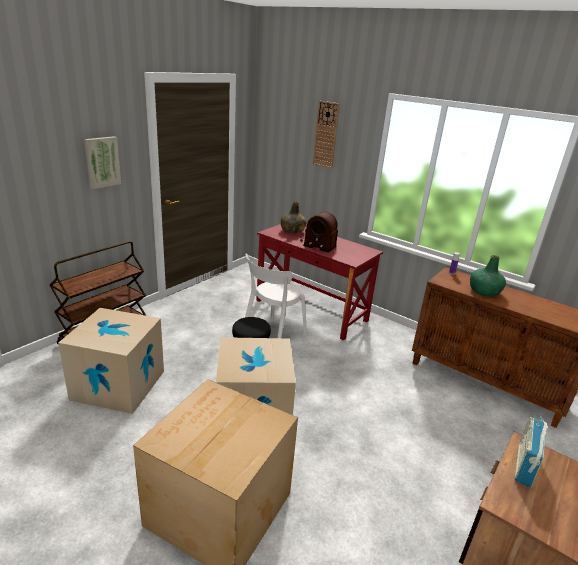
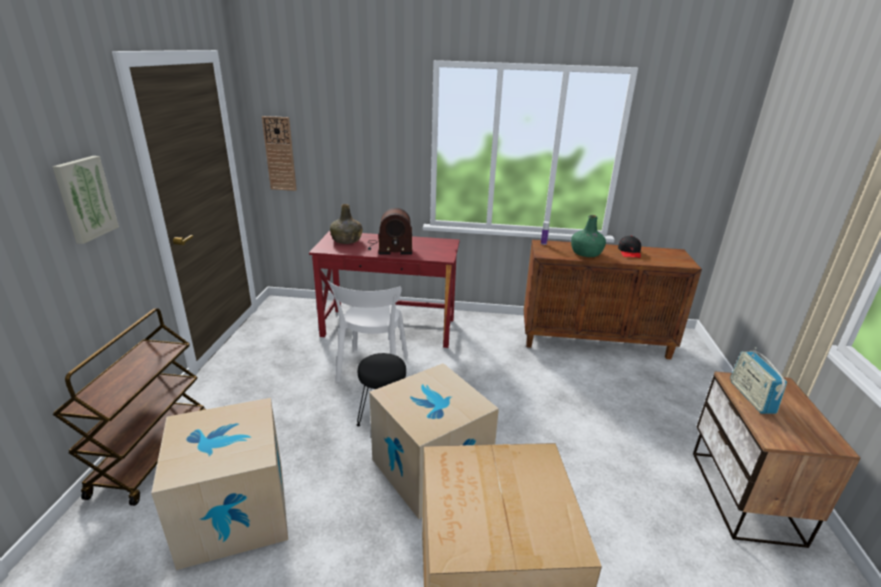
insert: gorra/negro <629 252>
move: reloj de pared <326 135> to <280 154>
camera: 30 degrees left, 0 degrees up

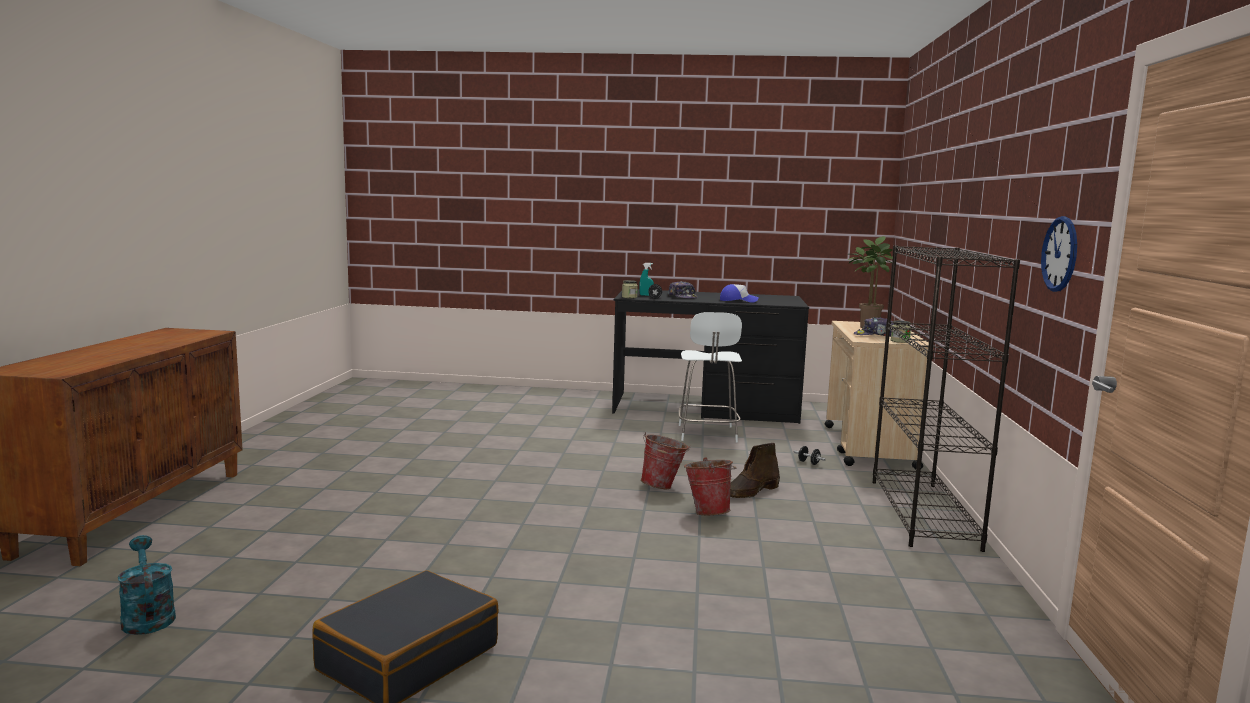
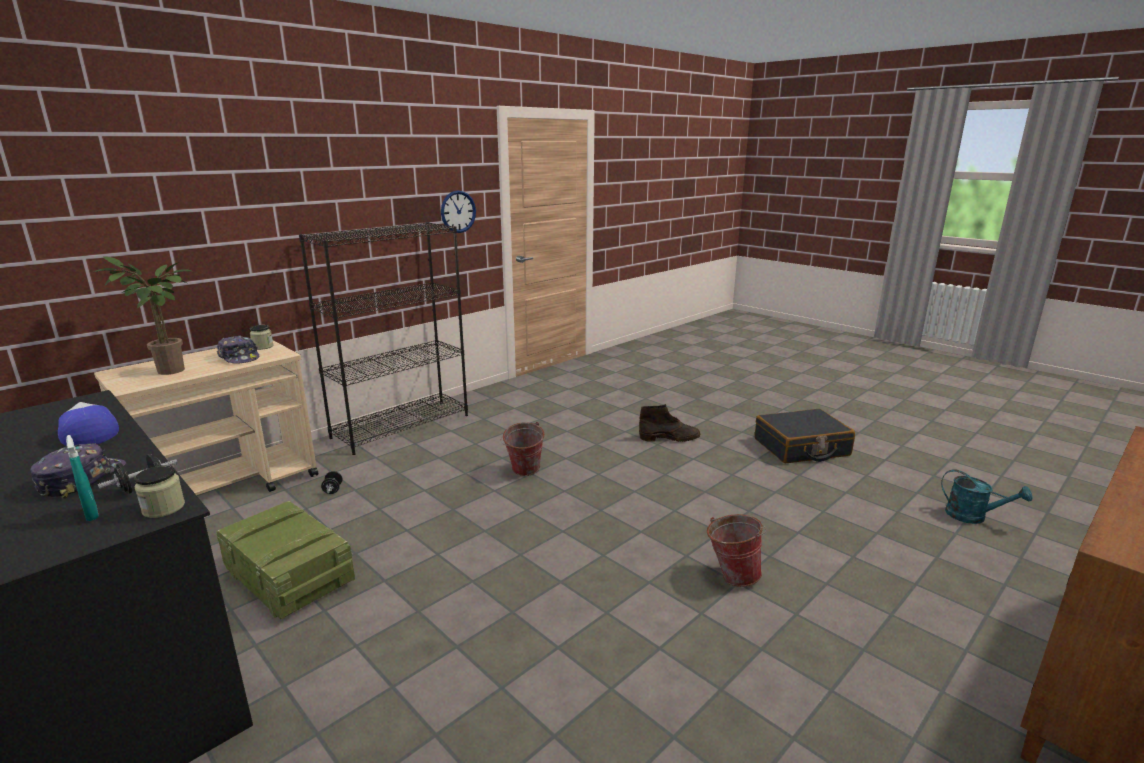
move: cubo <664 486> to <731 575>; bota/marrón <750 492> to <670 438>
replace: silla/blanco <707 434> to caja de embalaje <290 578>
rotate: regadera/turquesa <147 616> = <973 516> 60 degrees counterclockwise
camera: 140 degrees left, 10 degrees up

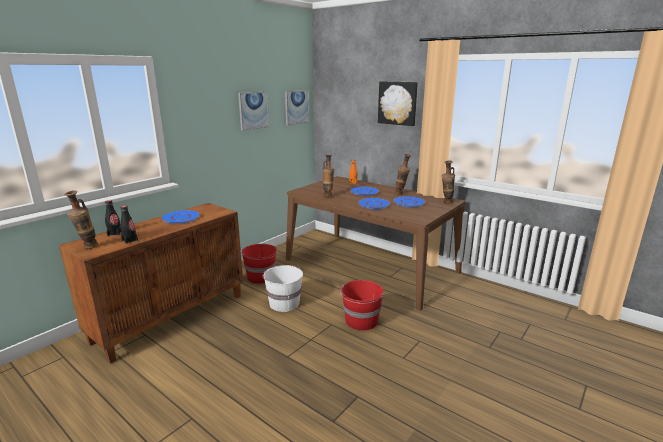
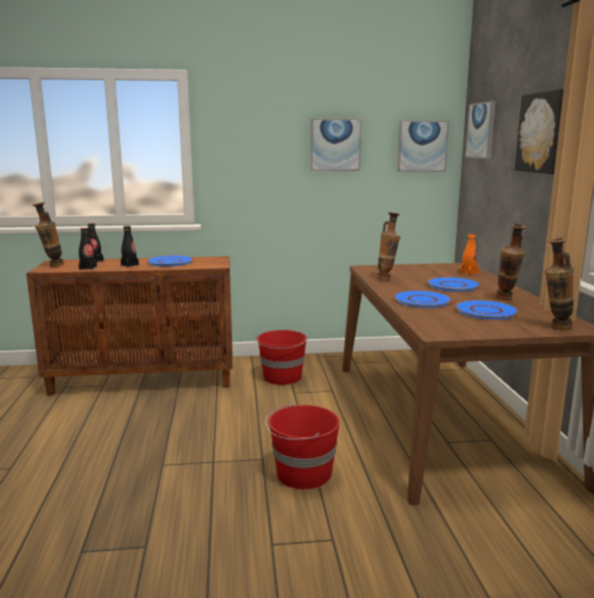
delete: cubo/blanco <284 303>
insert: cuadro <481 130>; botella/negro <130 265>
camera: 45 degrees right, 5 degrees down

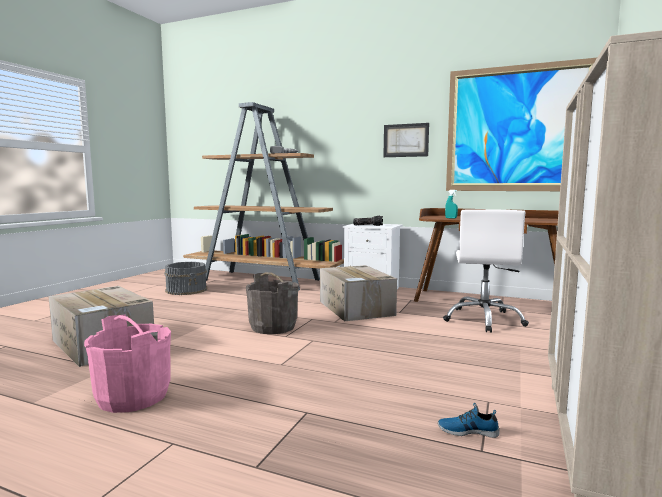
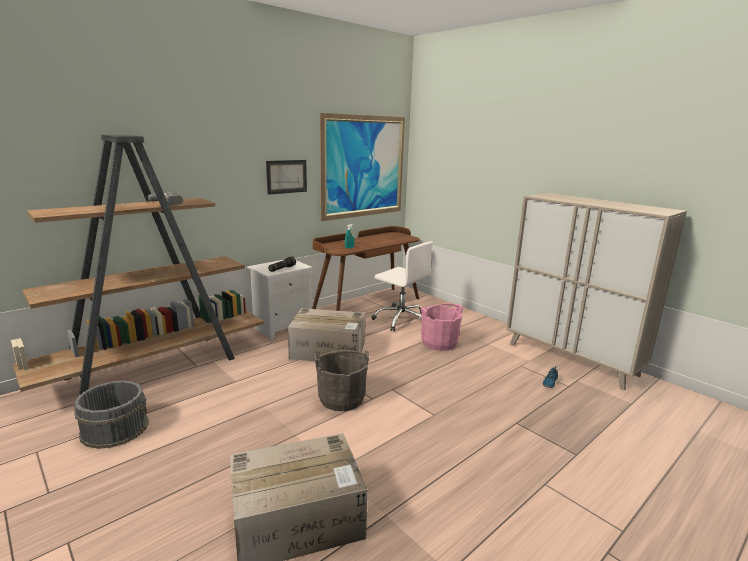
move: cubo/rosa <133 396> to <439 343>
camera: 65 degrees left, 10 degrees up

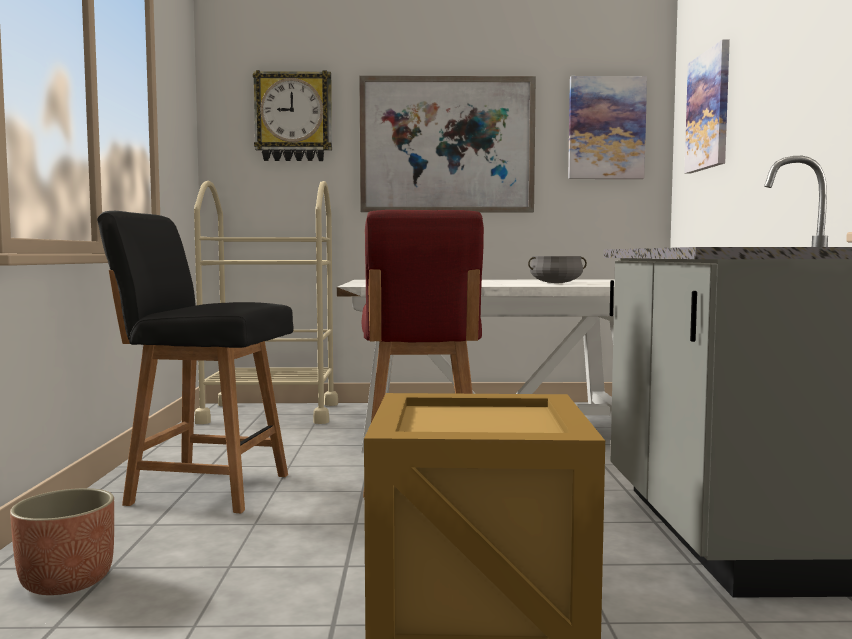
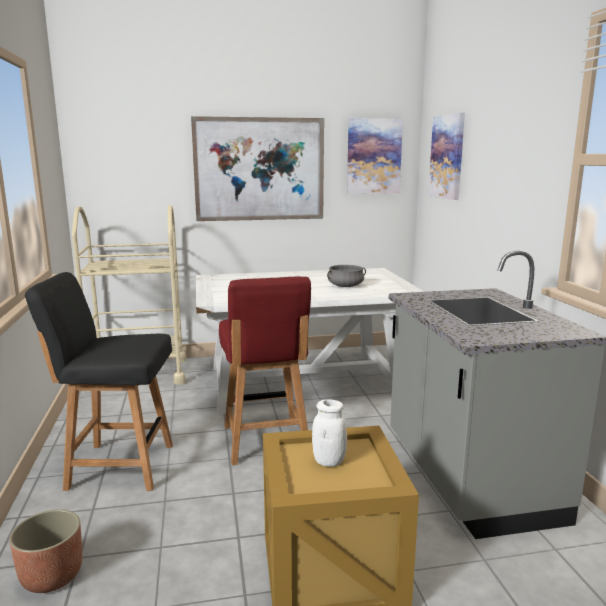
delete: reloj de pared <293 117>
insert: tarro/blanco <329 461>
camera: 10 degrees left, 10 degrees up

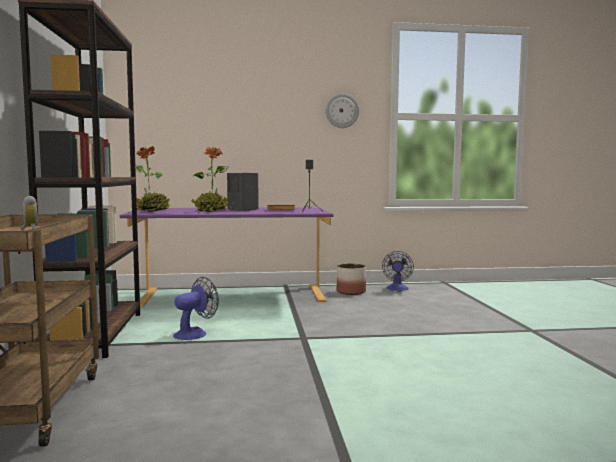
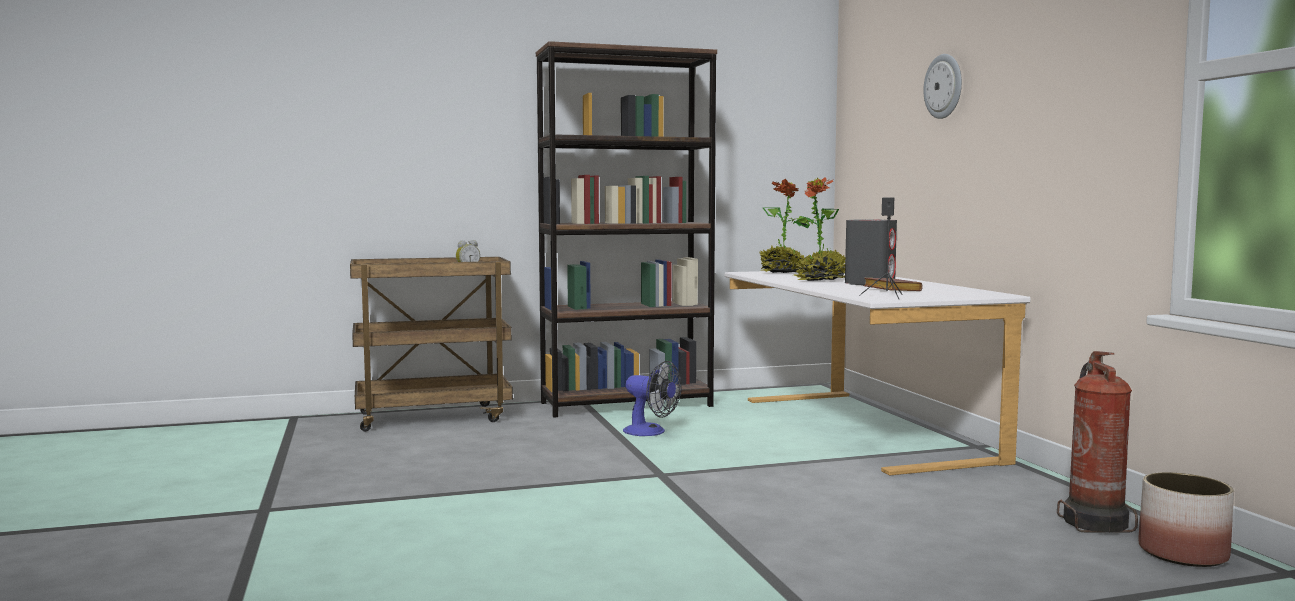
move: reloj de pared <342 111> to <944 86>; maceta <350 292> to <1183 553>
replace: ventilador <397 289> to extintor <1094 523>
recolor: escritorio/morado <232 296> to escritorio/blanco <853 428>
camera: 80 degrees right, 0 degrees up

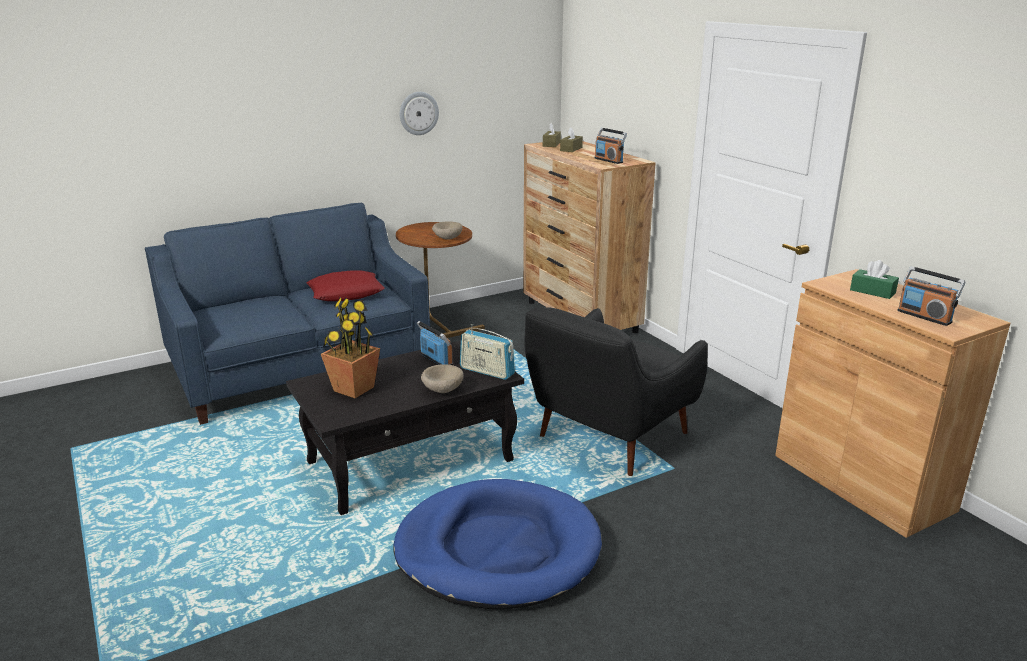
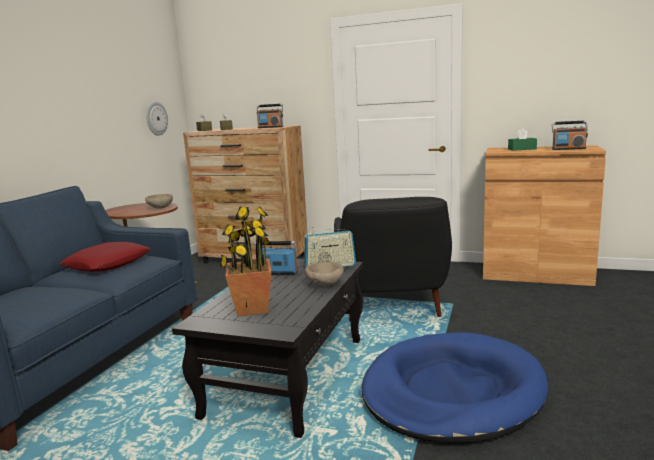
move: reloj de pared <418 113> to <156 118>
camera: 40 degrees left, 10 degrees down

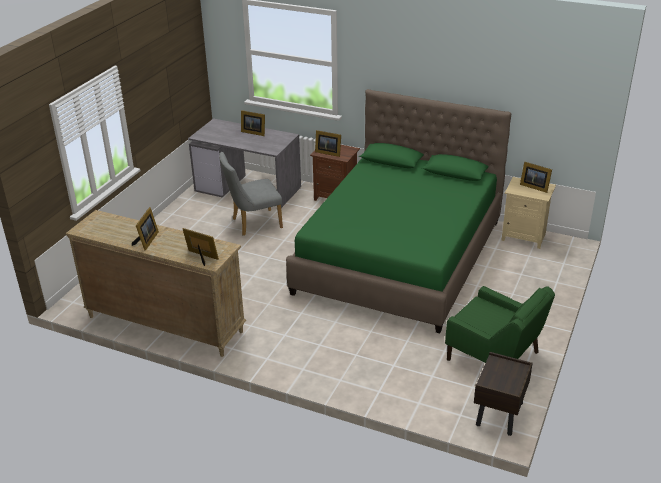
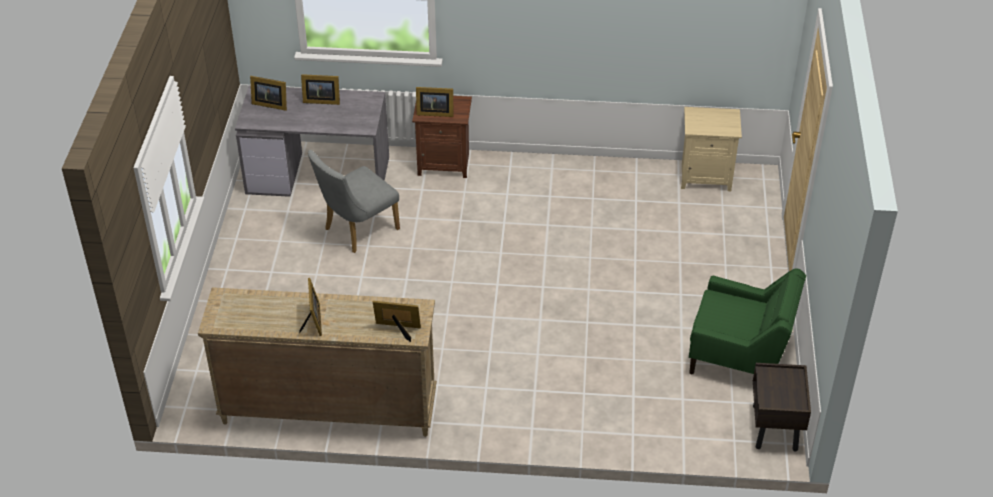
delete: cama/verde <400 257>
move: portarretratos <534 186> to <269 104>
camera: 20 degrees left, 10 degrees up

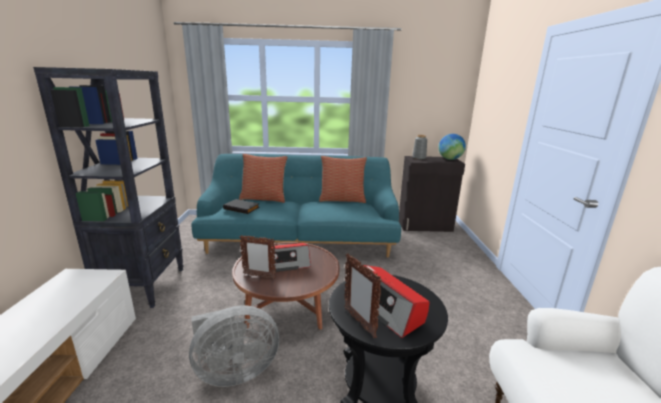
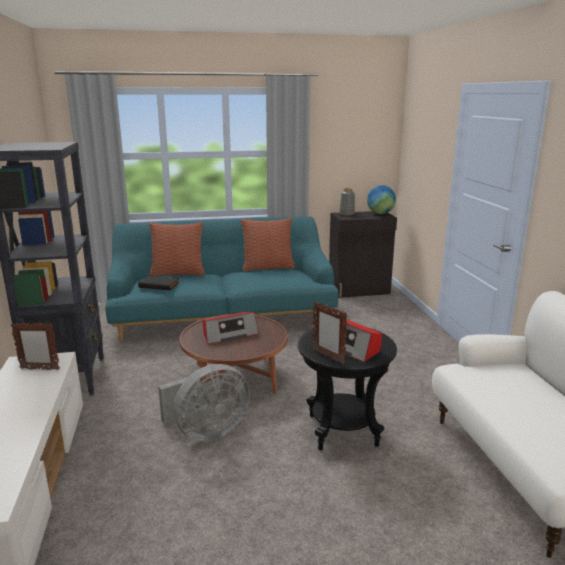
move: portarretratos <259 276> to <39 369>
camera: 10 degrees left, 0 degrees up

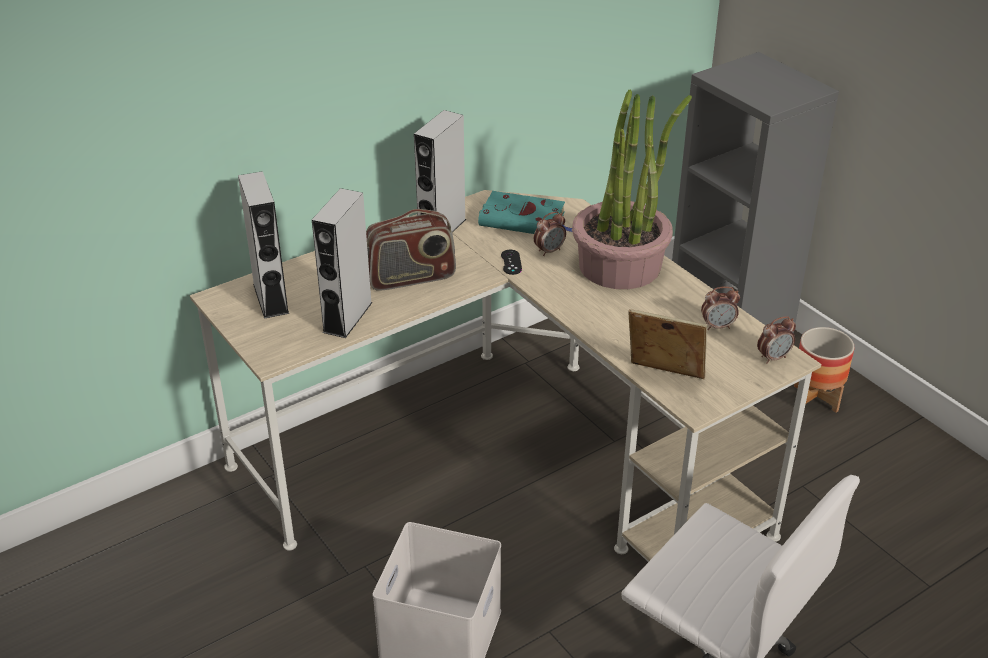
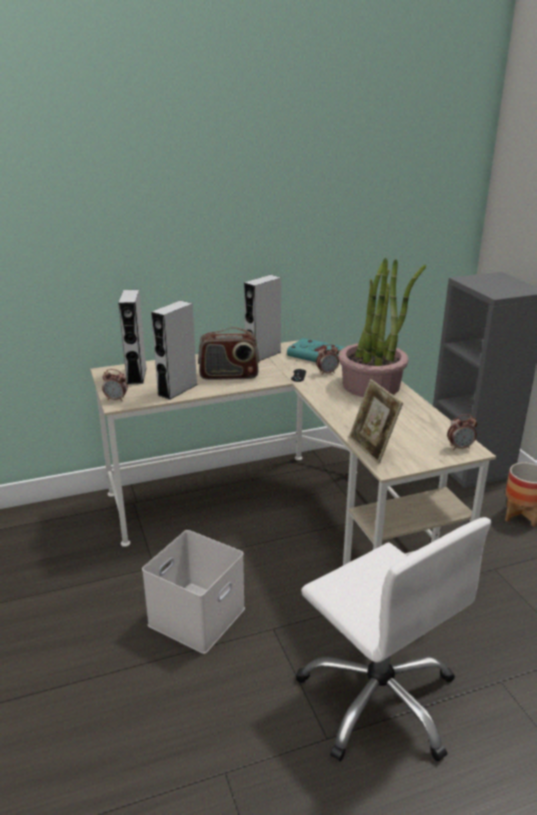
move: despertador <718 326> to <116 399>
rotate: portarretratos <663 378> = <372 448> 150 degrees counterclockwise
camera: 15 degrees right, 10 degrees down

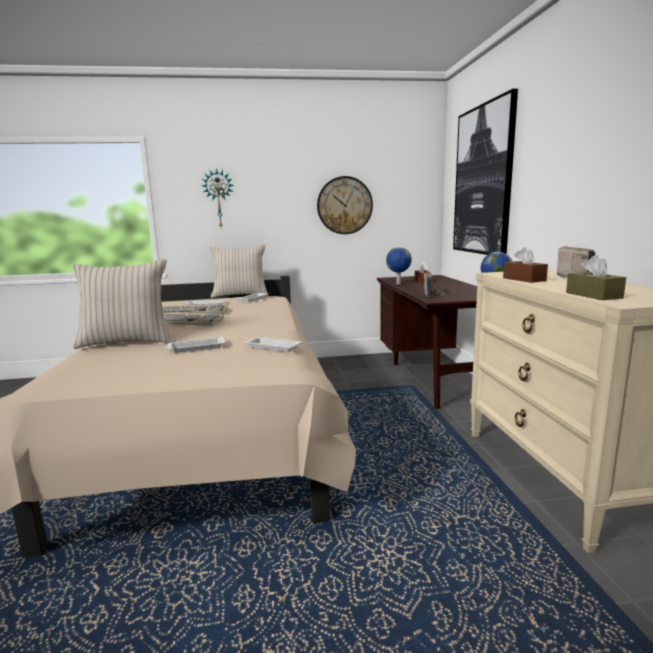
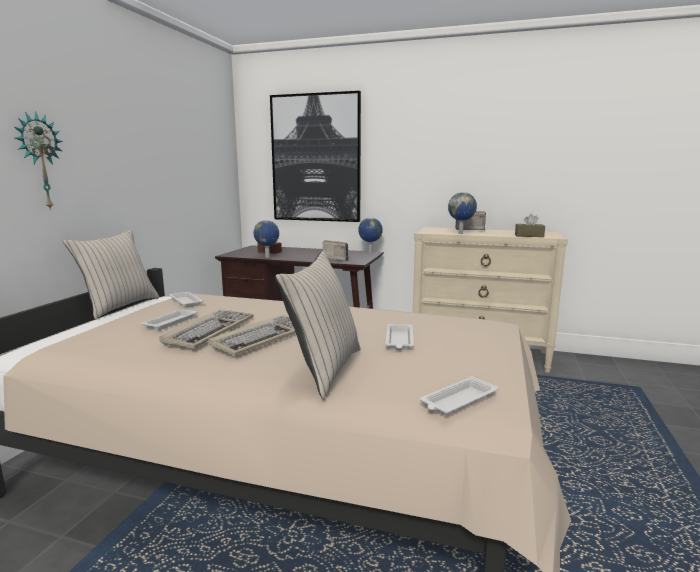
delete: reloj de pared <344 205>
move: bandeja/blanco <272 347> to <458 401>
replace: caja de pañuelos/marrón <524 279> to globo terráqueo <461 233>
camera: 65 degrees left, 0 degrees up

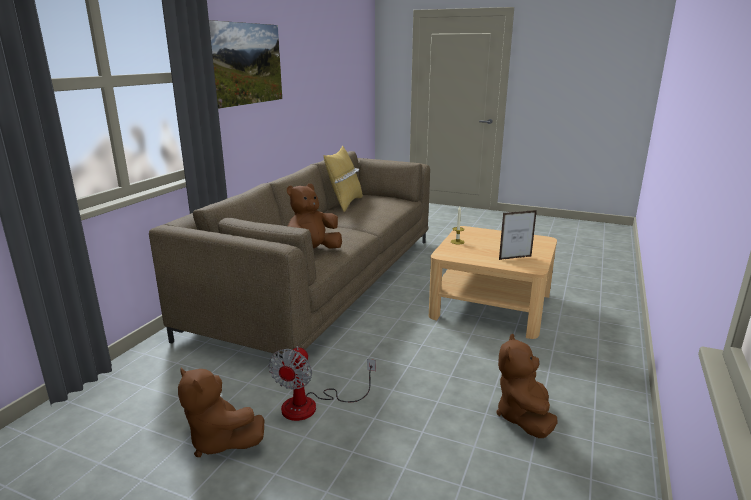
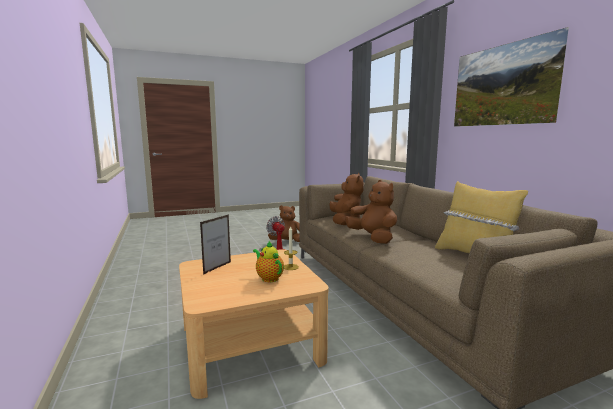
insert: tetera <268 278>
move: peluche/marrón <523 417> to <373 238>
camera: 135 degrees right, 10 degrees down

